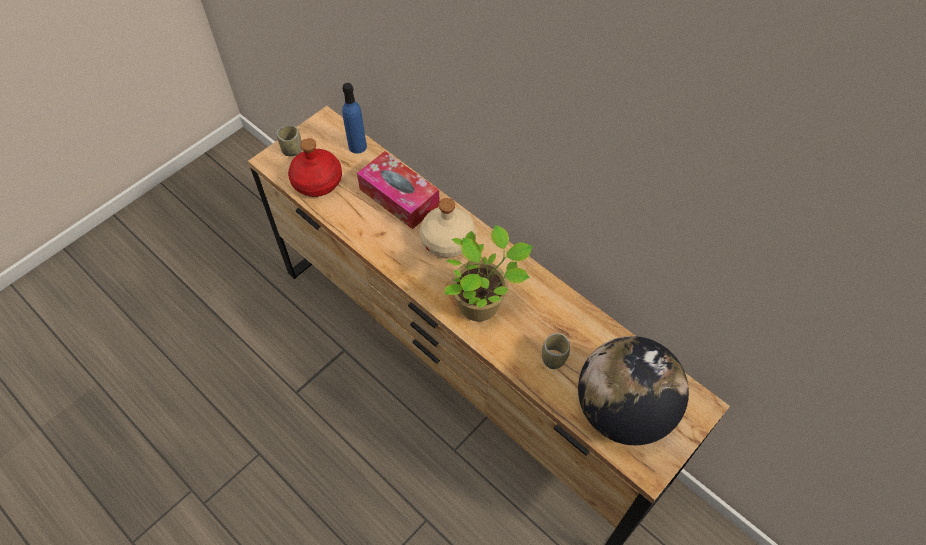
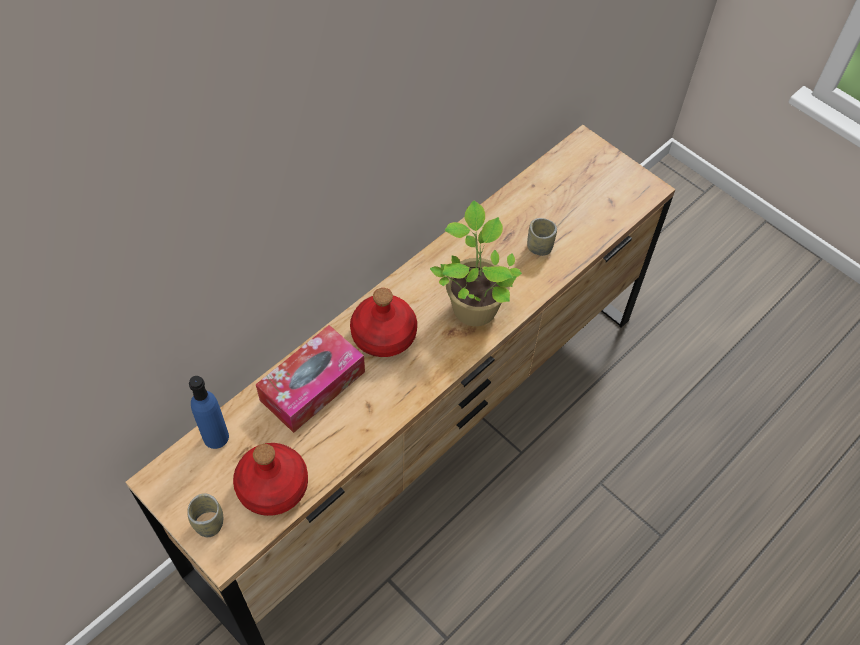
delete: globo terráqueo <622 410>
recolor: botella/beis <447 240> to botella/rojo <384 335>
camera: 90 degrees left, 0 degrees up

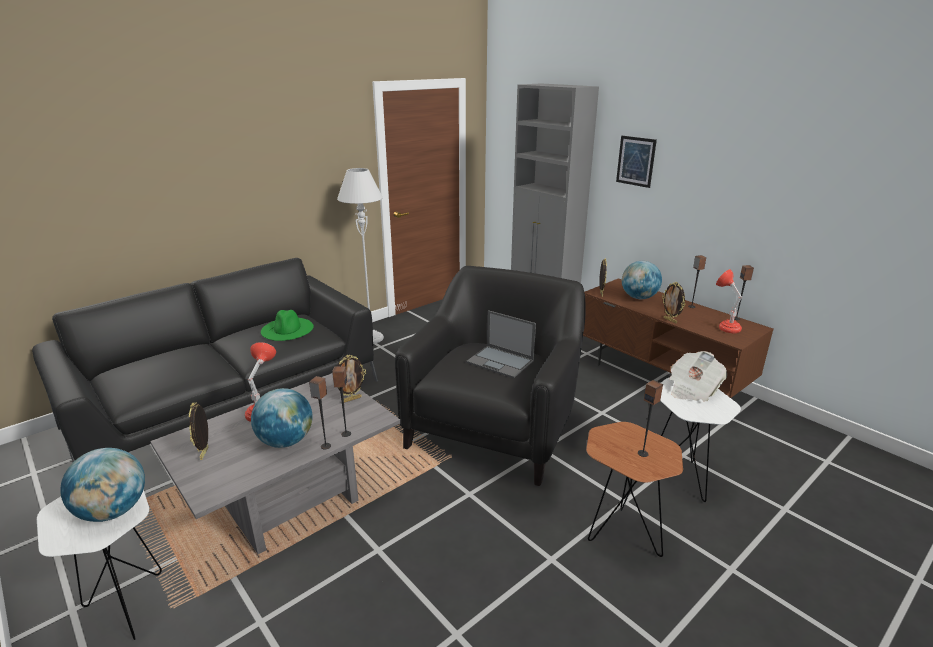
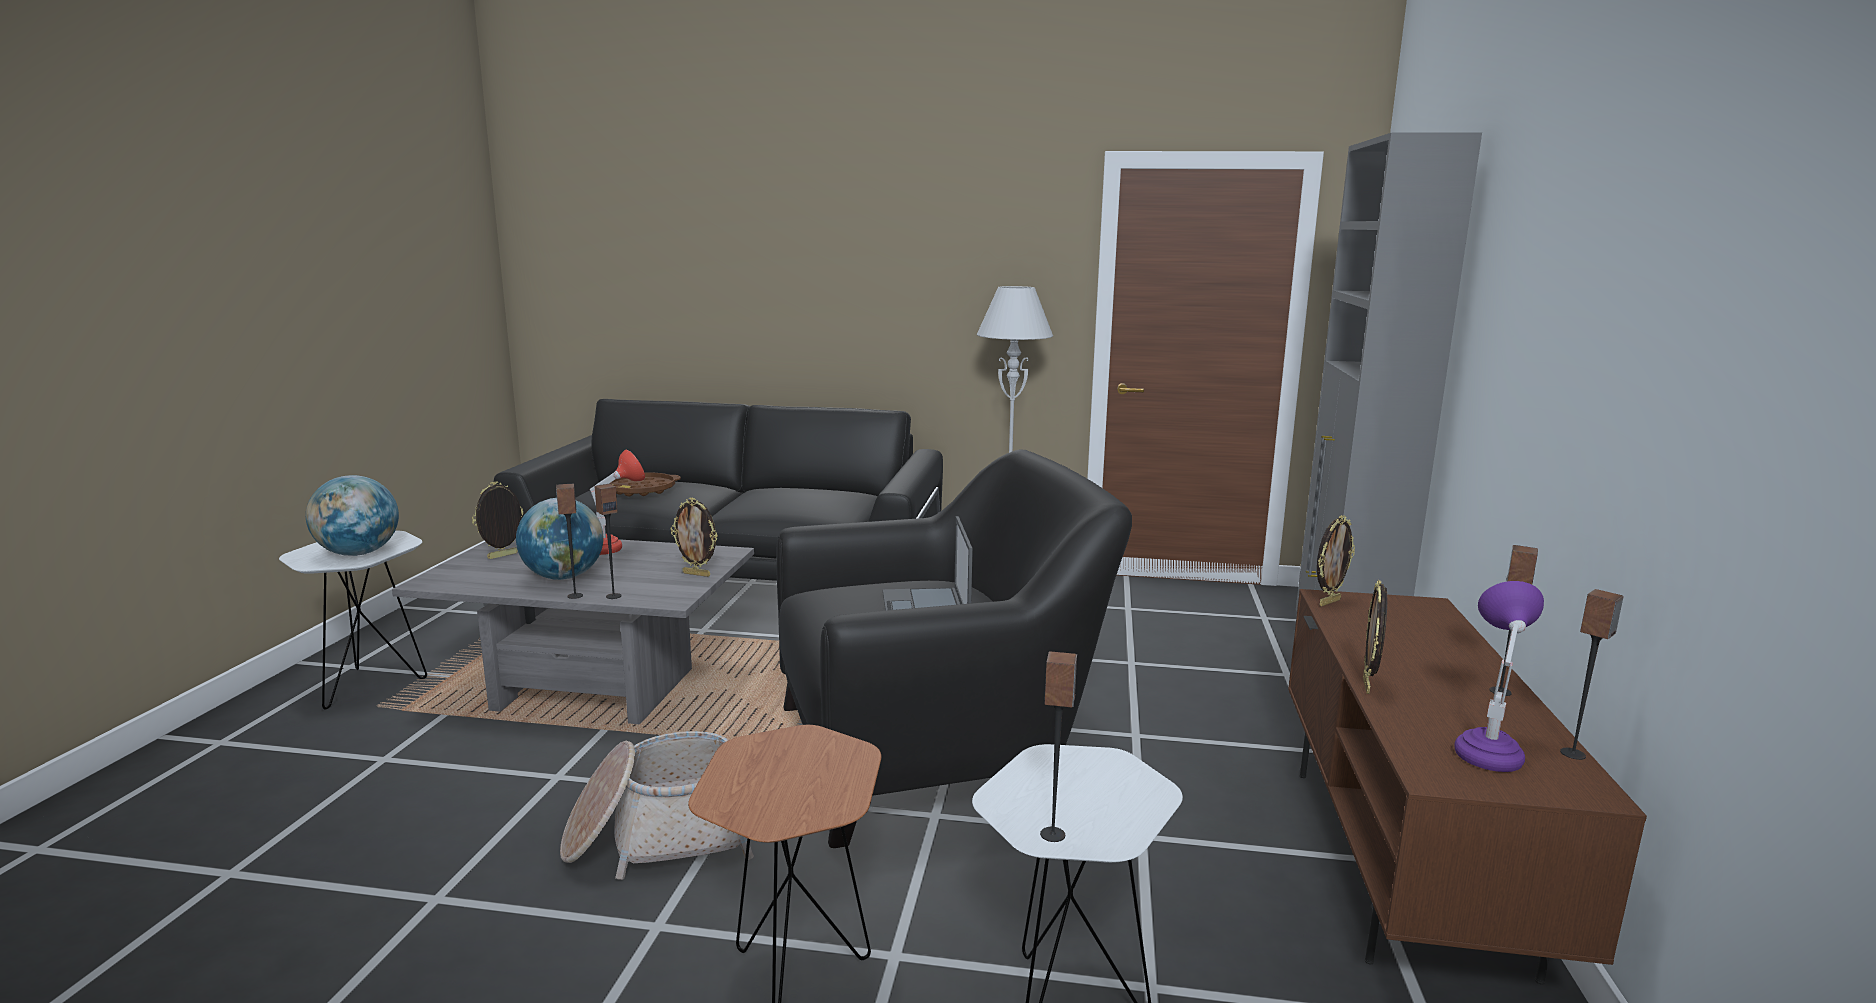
delete: cuadro <635 161>; globo terráqueo <638 297>; sombrero/verde <287 329>; periódico <692 389>
insert: bandeja/marrón <641 490>; cesta <659 836>
move: altavoz <643 453> to <1053 835>
recolor: lámpara de mesa/rojo <724 326> to lámpara de mesa/morado <1488 748>
camera: 50 degrees right, 10 degrees down

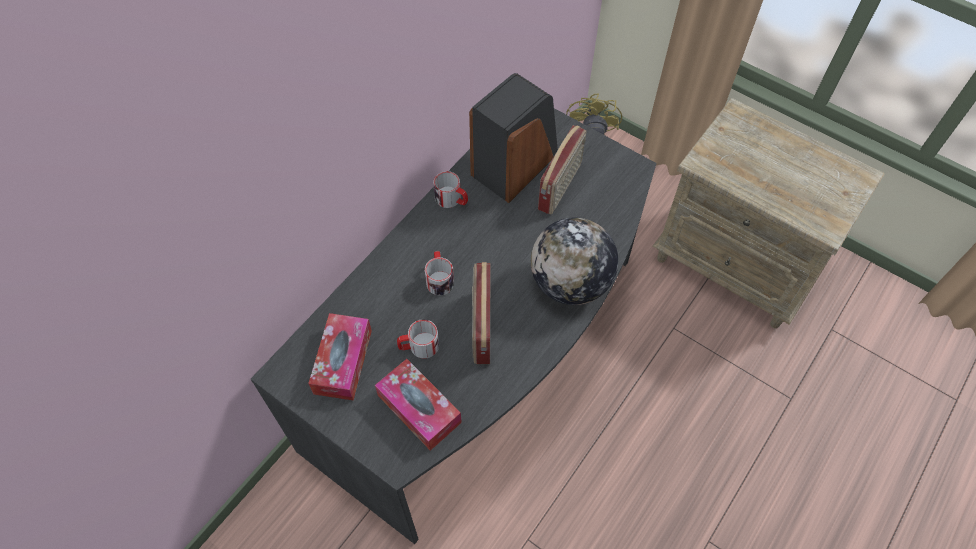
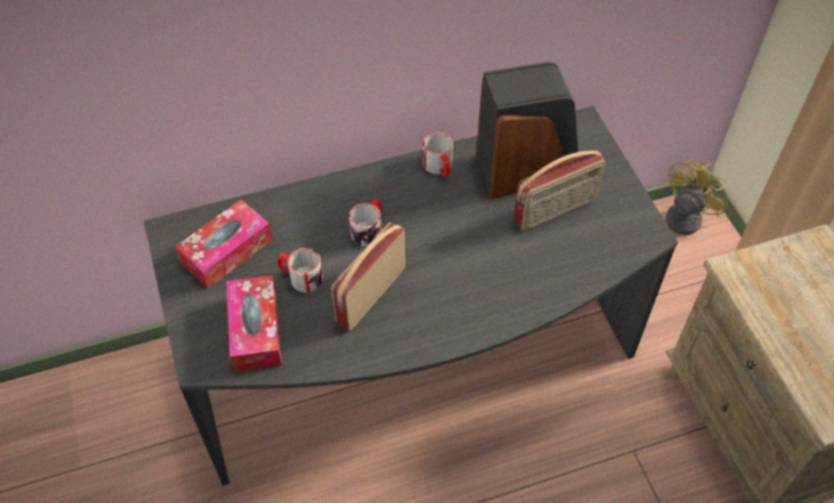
delete: globo terráqueo <570 283>
camera: 35 degrees right, 5 degrees down

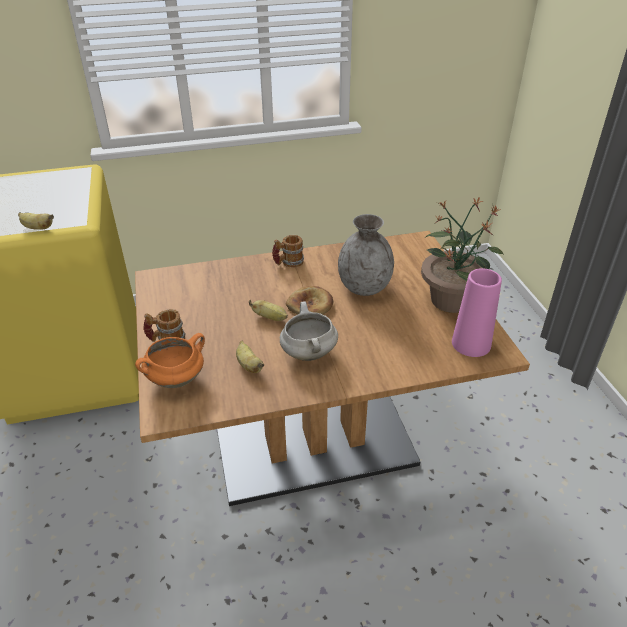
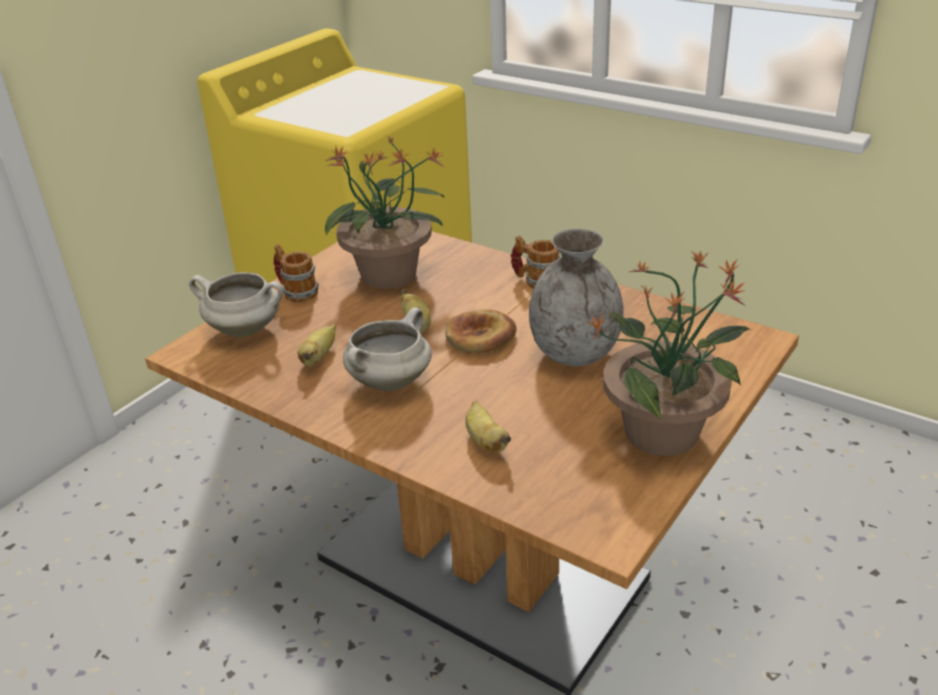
delete: florero/rosa <471 343>
insert: planta en maceta <390 275>
move: plátano <37 228> to <485 441>
recolor: olla/naranja <176 378> to olla/blanco <246 329>
camera: 50 degrees right, 5 degrees down

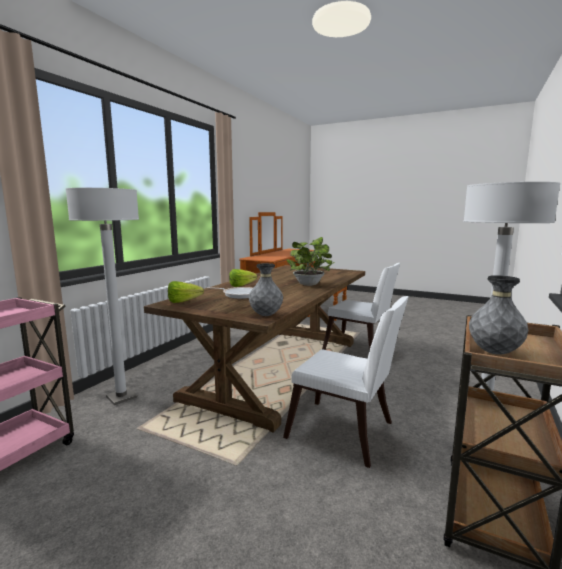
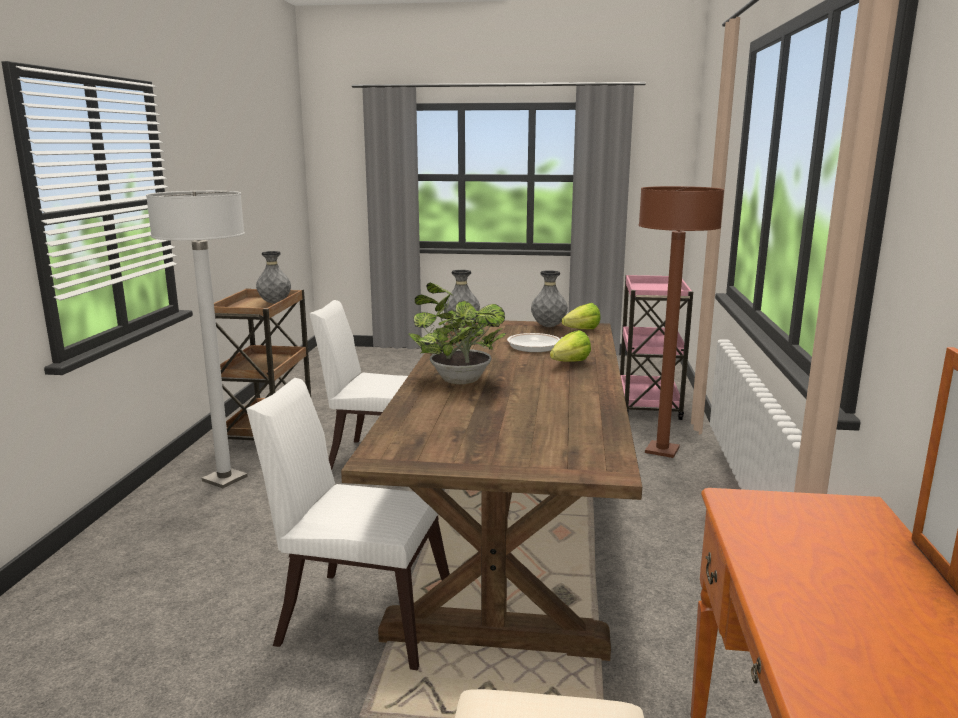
insert: florero/gris <548 326>
recolor: lámpara de pie/blanco <121 397> to lámpara de pie/marrón <662 451>
camera: 160 degrees right, 5 degrees up

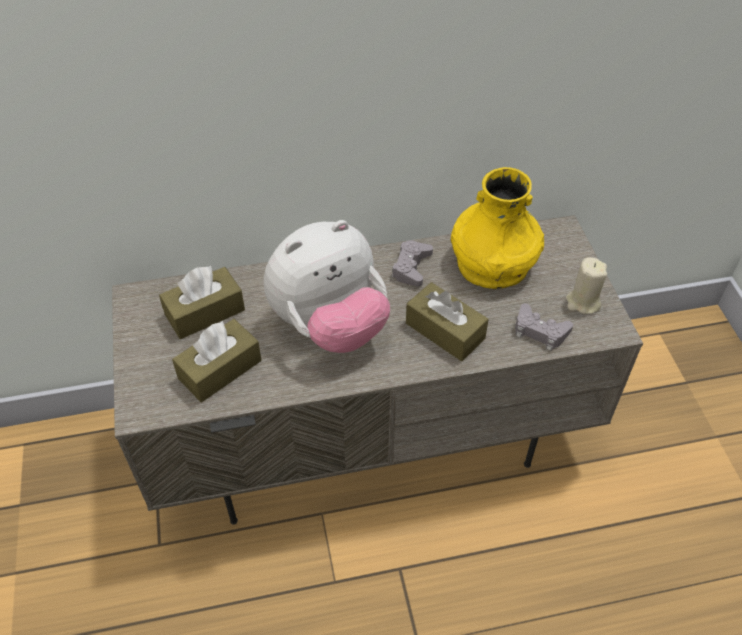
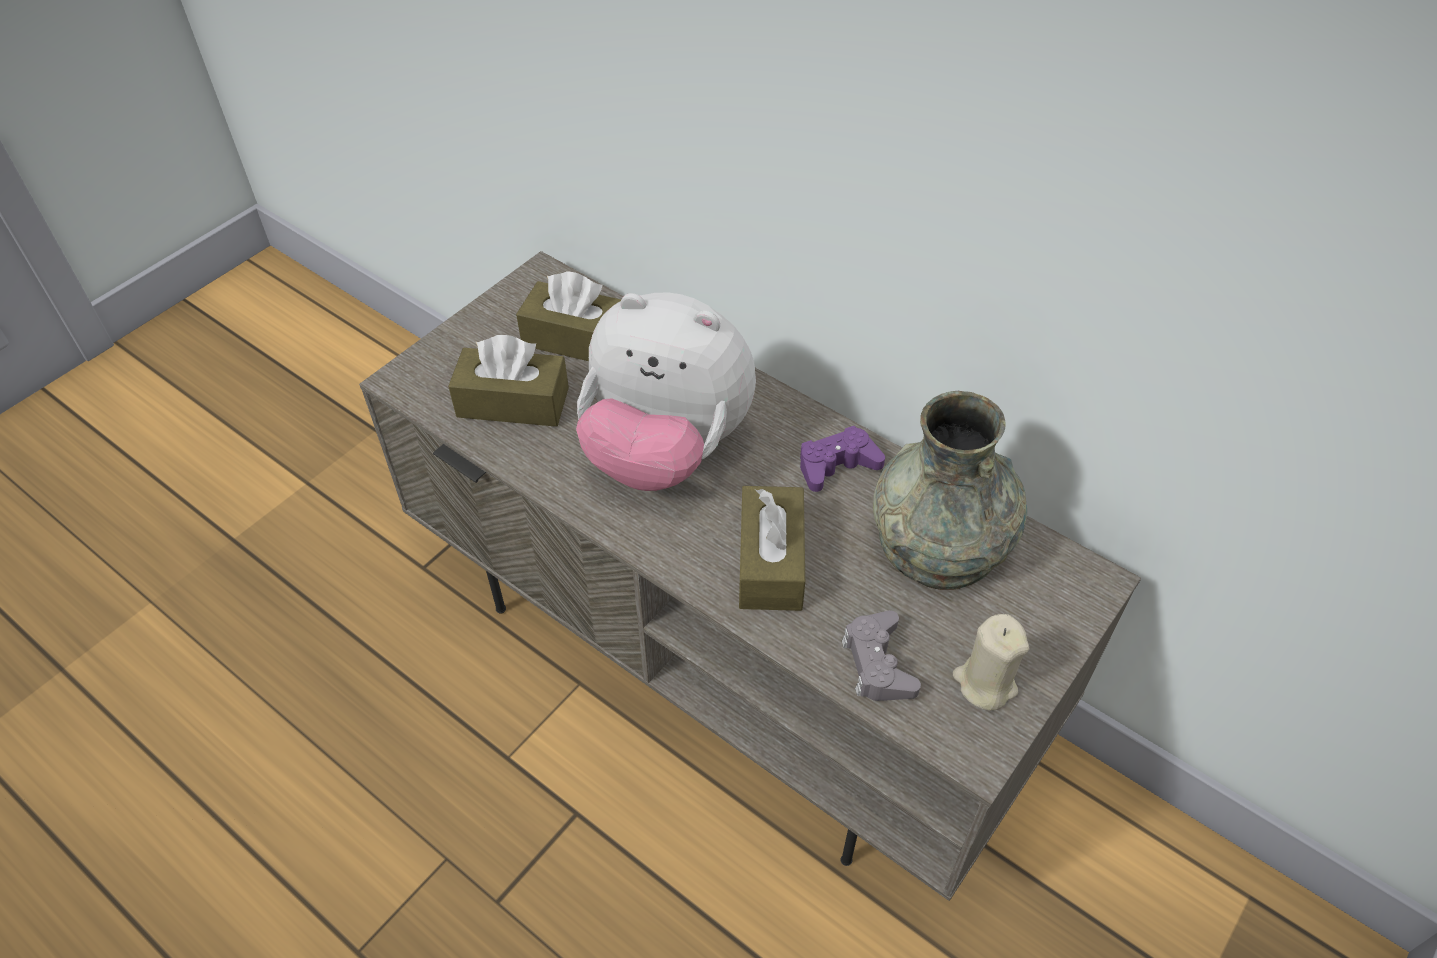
recolor: florero/amarillo <492 262> to florero/gris <940 540>; mando de consola/gris <411 267> to mando de consola/morado <837 465>
camera: 50 degrees right, 0 degrees up

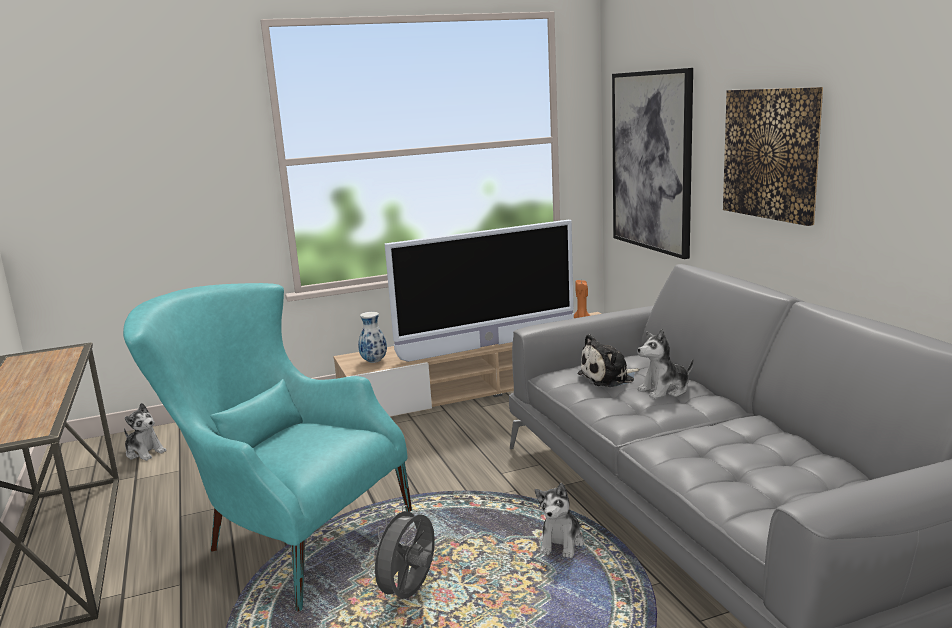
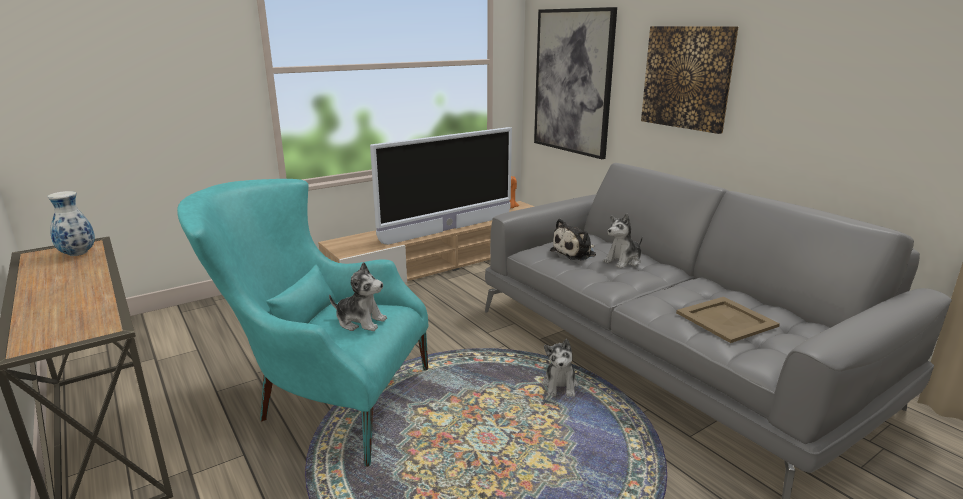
delete: ventilador/gris <409 594>
insert: bandeja/beis <725 319>
move: florero <374 361> to <79 254>; peluche <145 452> to <360 321>
camera: 15 degrees left, 5 degrees up

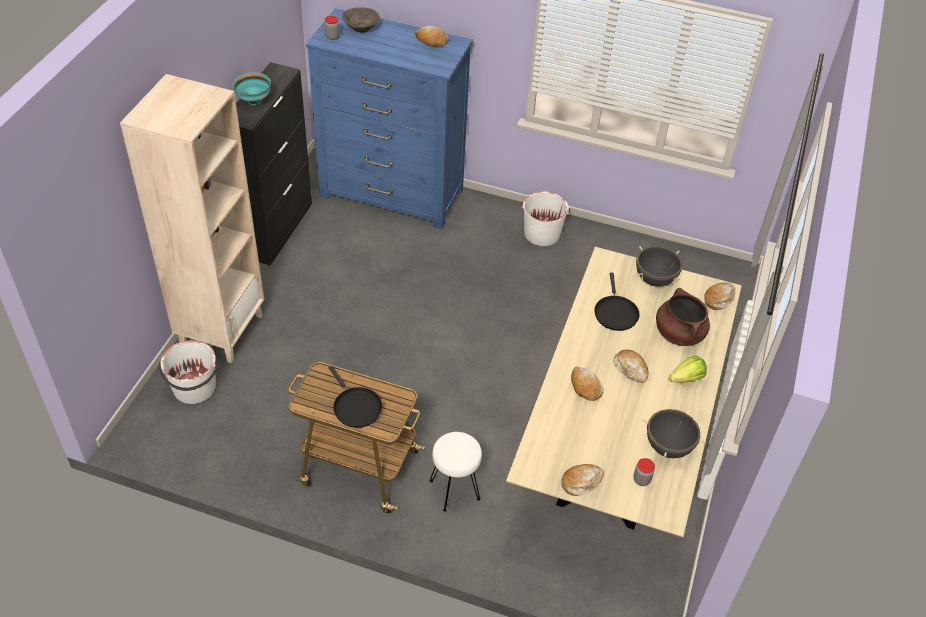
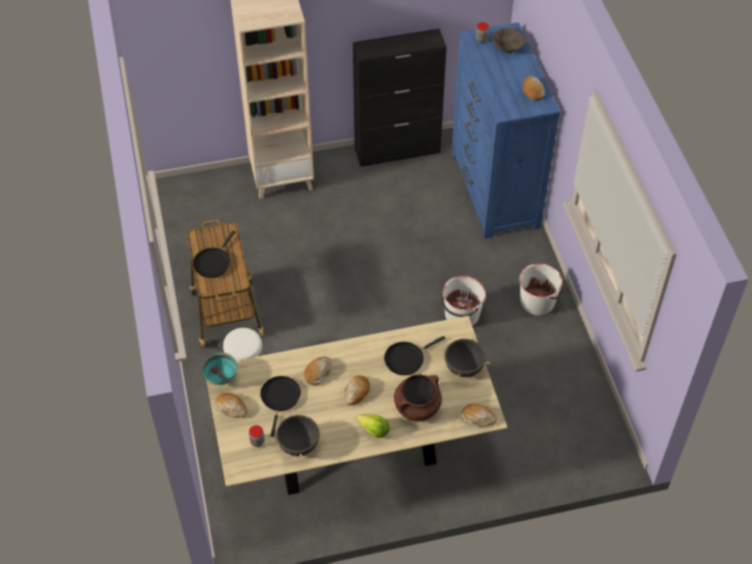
insert: sartén/negro <280 398>
move: cuenco/turquesa <253 101> to <221 378>; cubo/blanco <194 388> to <461 315>
camera: 60 degrees right, 5 degrees up

